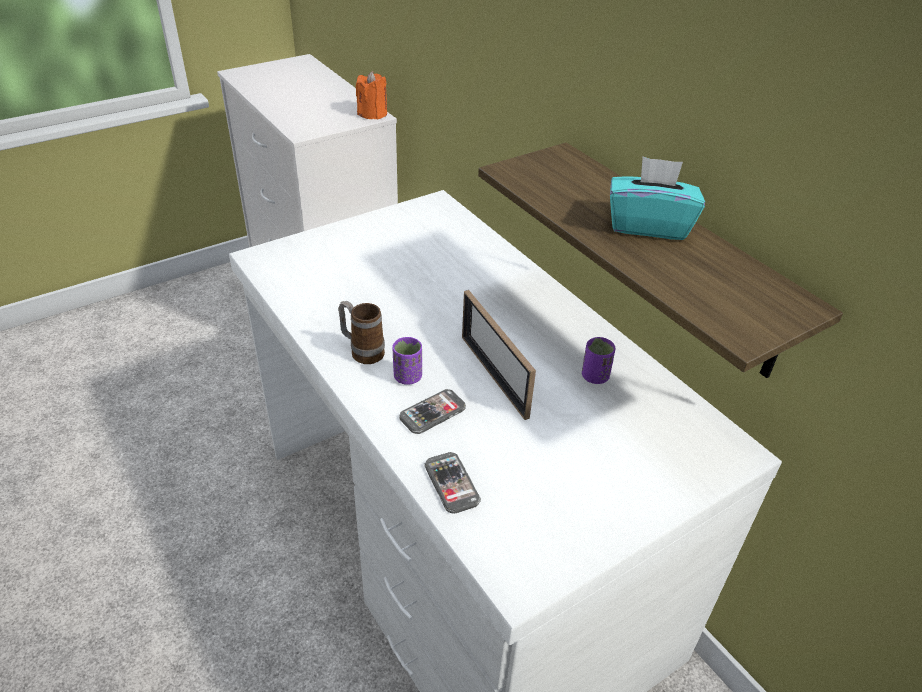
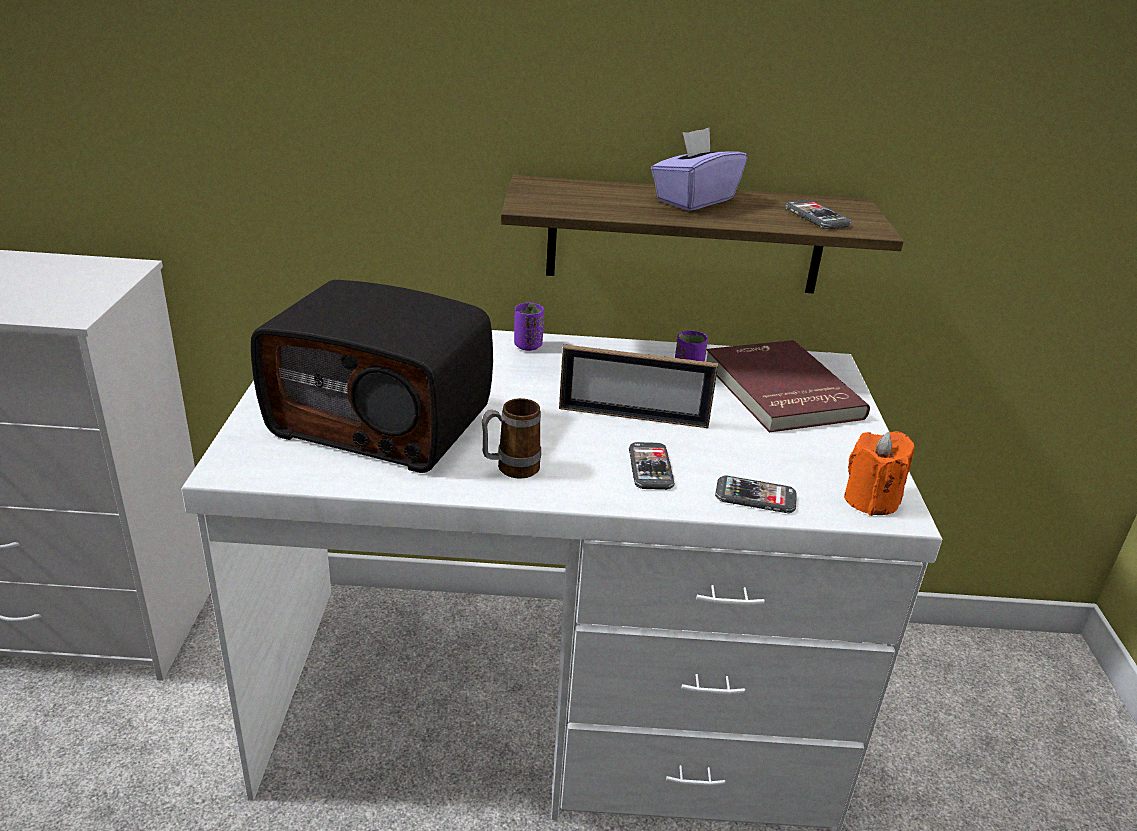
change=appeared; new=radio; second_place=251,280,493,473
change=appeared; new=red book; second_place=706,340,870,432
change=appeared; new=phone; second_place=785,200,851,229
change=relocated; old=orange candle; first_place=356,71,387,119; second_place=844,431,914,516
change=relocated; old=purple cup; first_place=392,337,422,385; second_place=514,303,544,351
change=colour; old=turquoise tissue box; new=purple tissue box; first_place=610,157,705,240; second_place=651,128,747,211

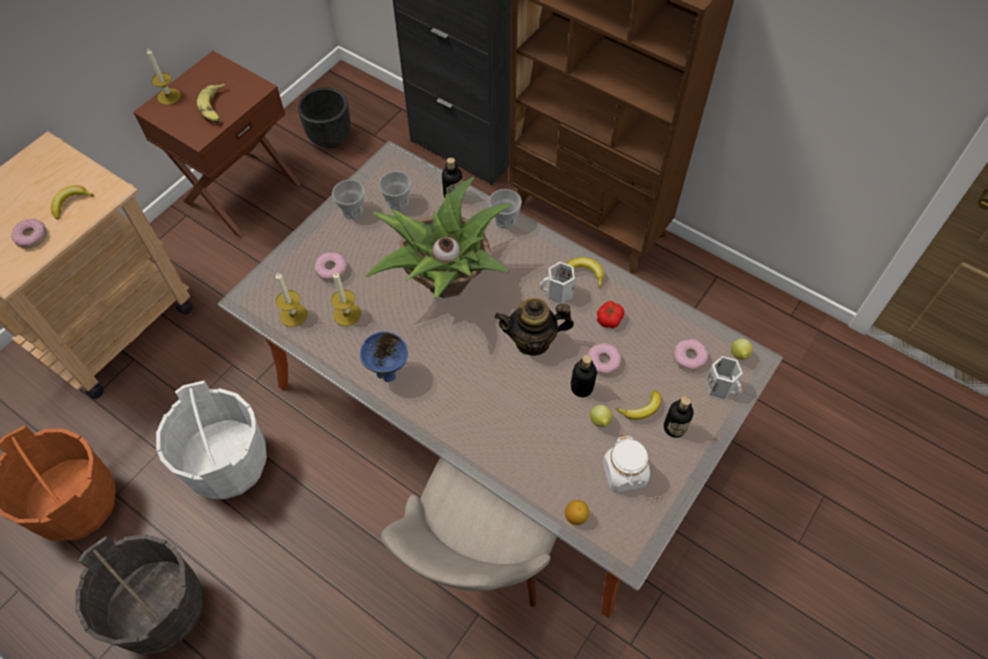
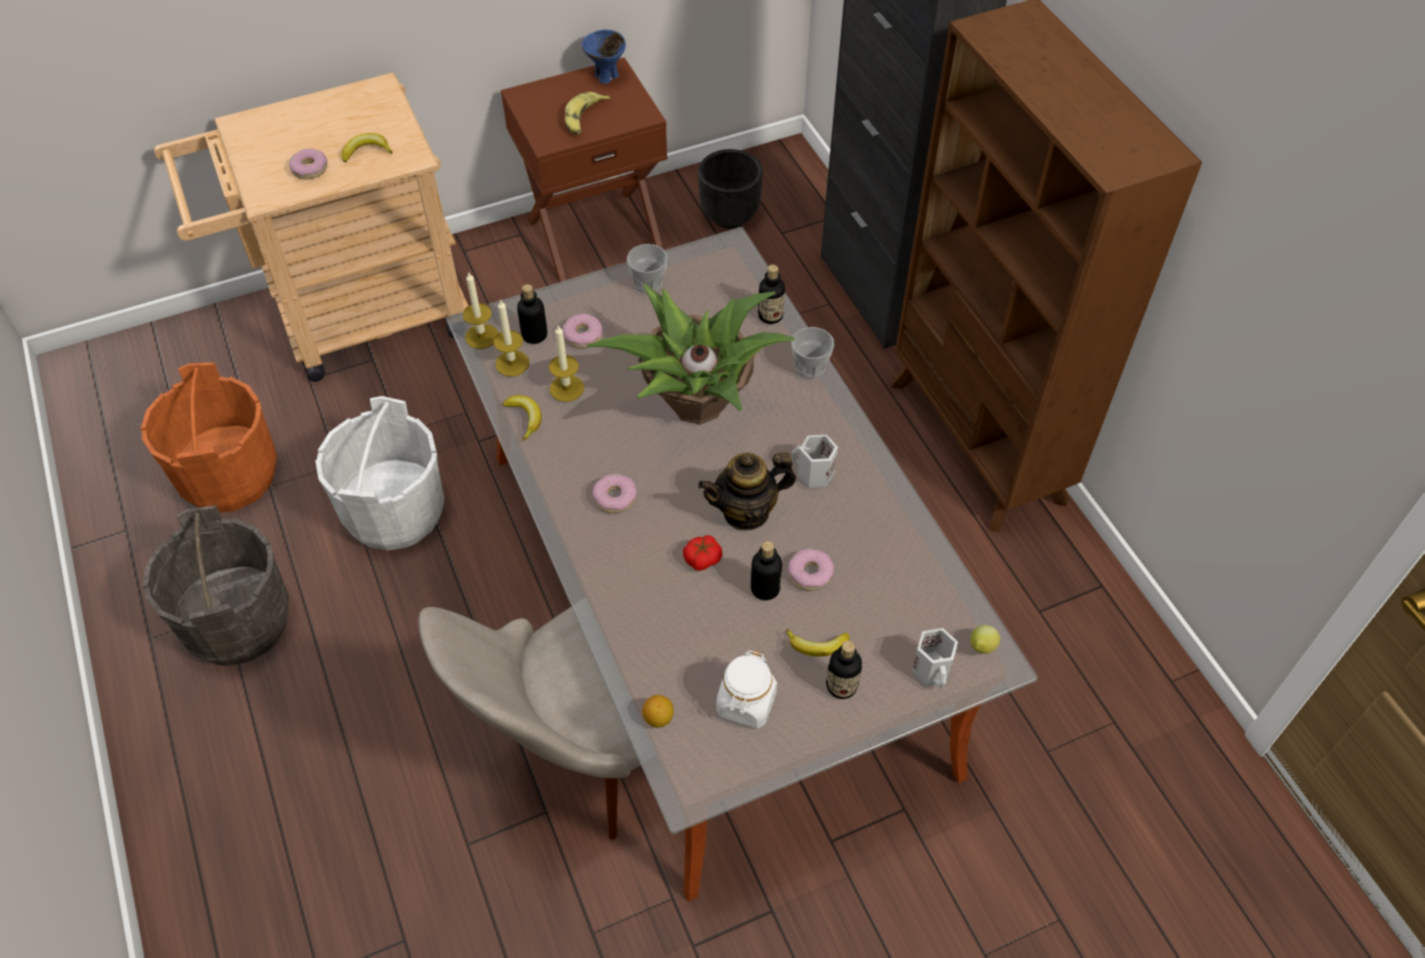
change=missing; old=cup; first_place=379,171,411,210
change=missing; old=lemon; first_place=590,404,612,427
change=appeared; new=bottle; second_place=517,284,547,344
change=relocated; old=candle; first_place=147,47,181,105; second_place=463,273,498,349
change=relocated; old=blue bowl; first_place=360,332,408,382; second_place=582,30,626,84
change=relocated; old=banana; first_place=566,257,604,288; second_place=503,395,542,441
change=relocated; old=tomato; first_place=597,301,624,328; second_place=683,535,722,571
change=relocated; old=donut; first_place=673,339,708,371; second_place=592,474,637,513
change=spun; old=teapot; first_place=495,298,574,356; second_place=698,452,796,530; degrees=-45

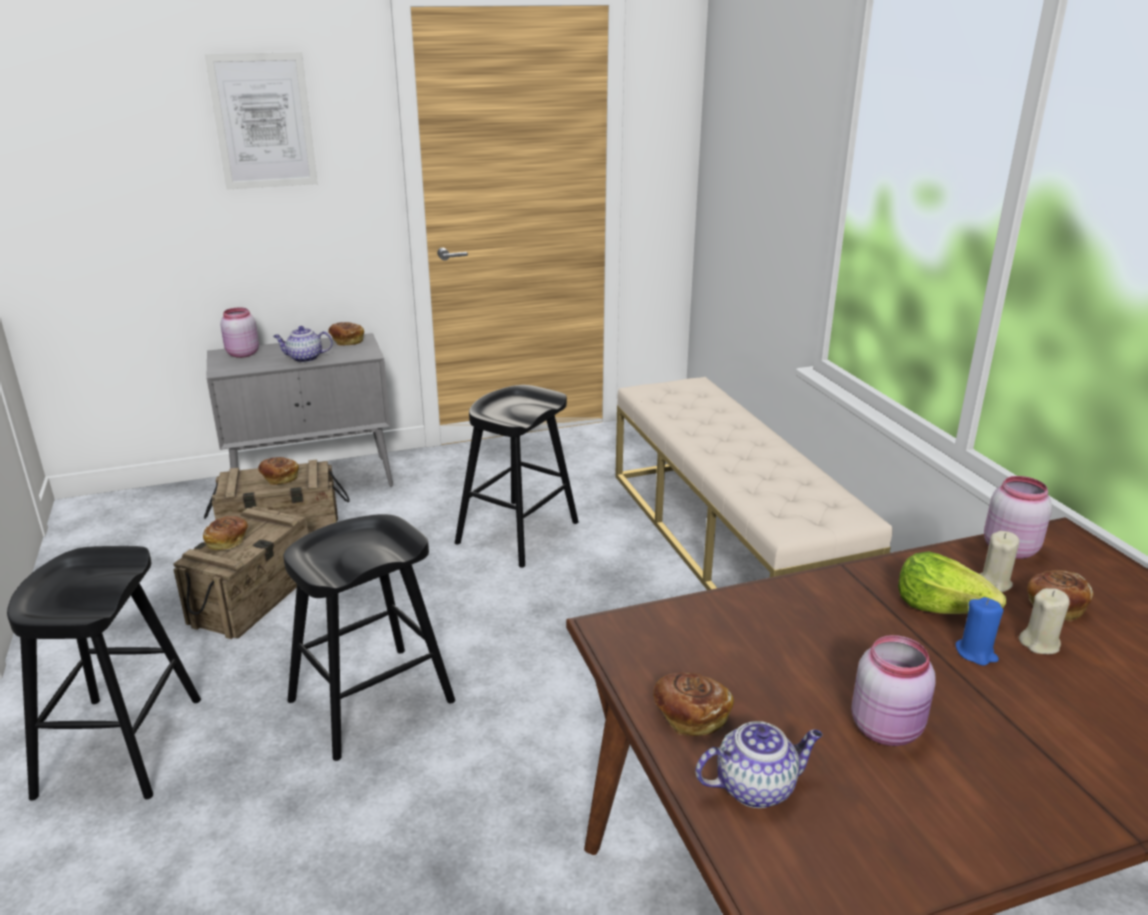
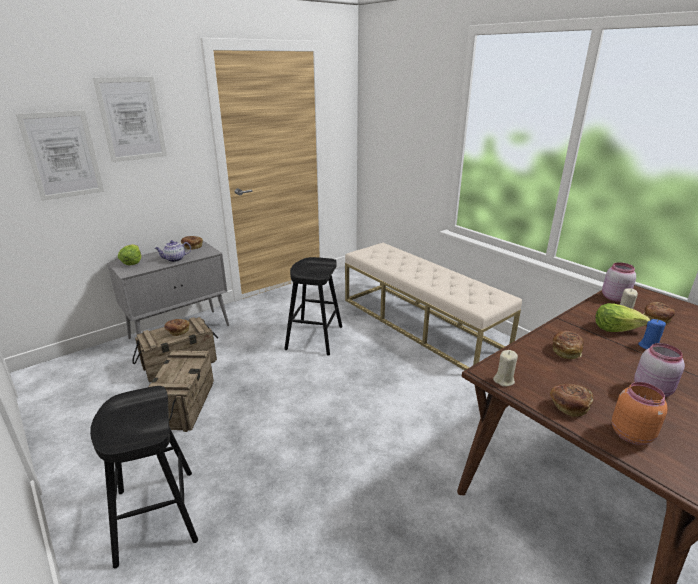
change=missing; old=black stool; first_place=283,514,455,761
change=appeared; new=picture; second_place=15,110,104,201
change=relocated; old=bread; first_place=203,516,248,550; second_place=553,331,584,359
change=relocated; old=beige candle; first_place=1019,588,1070,654; second_place=493,350,518,387
change=exchanged; old=pink jar; new=lettuce; first_place=220,307,259,358; second_place=118,244,142,265
change=exchanged; old=teapot; new=orange jar; first_place=695,721,822,808; second_place=612,382,668,445

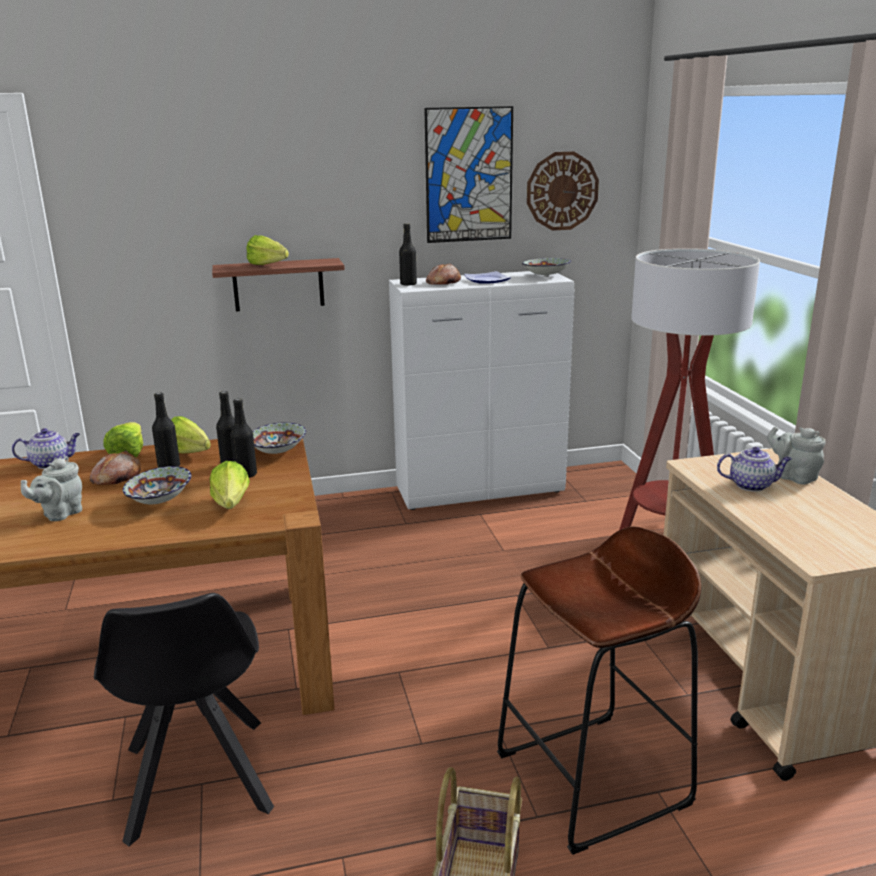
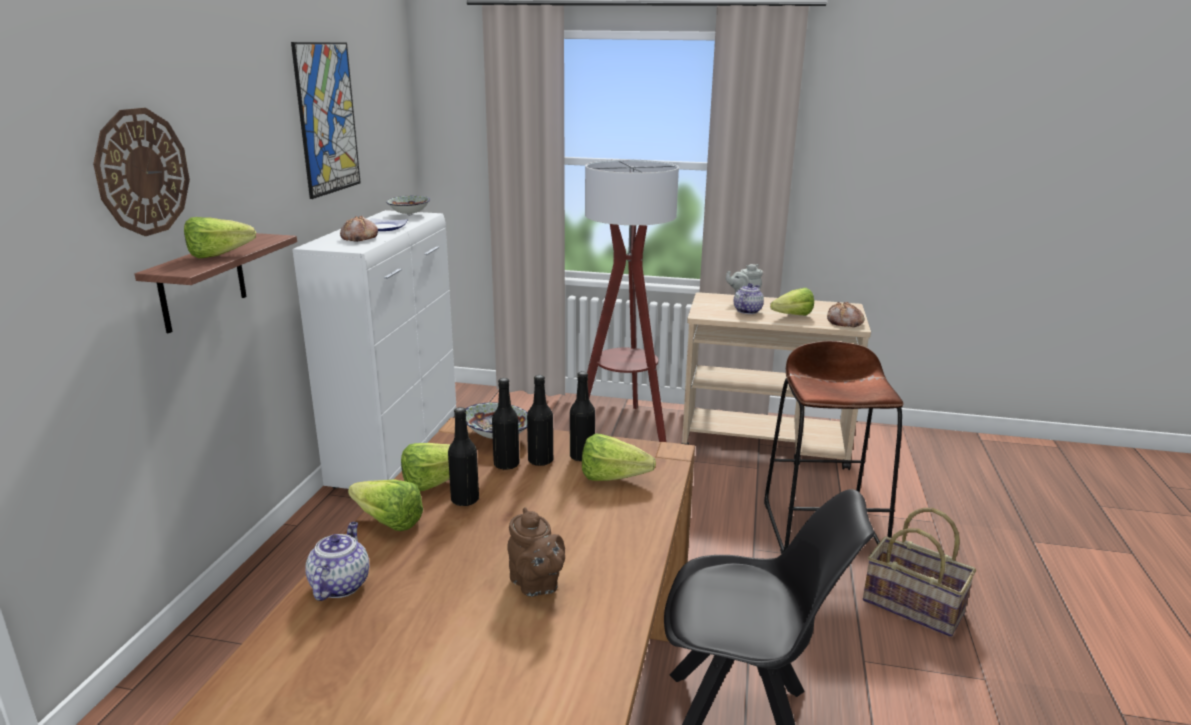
change=missing; old=bowl; first_place=123,466,191,504
change=appeared; new=lettuce; second_place=770,288,814,315
change=relocated; old=bread; first_place=90,451,141,485; second_place=827,302,865,327
change=relocated; old=black bottle; first_place=399,223,417,286; second_place=570,371,595,461
change=relocated; old=wall clock; first_place=527,151,599,231; second_place=93,108,190,236
change=colour; old=grey teapot; new=brown teapot; first_place=21,456,82,521; second_place=507,507,565,597

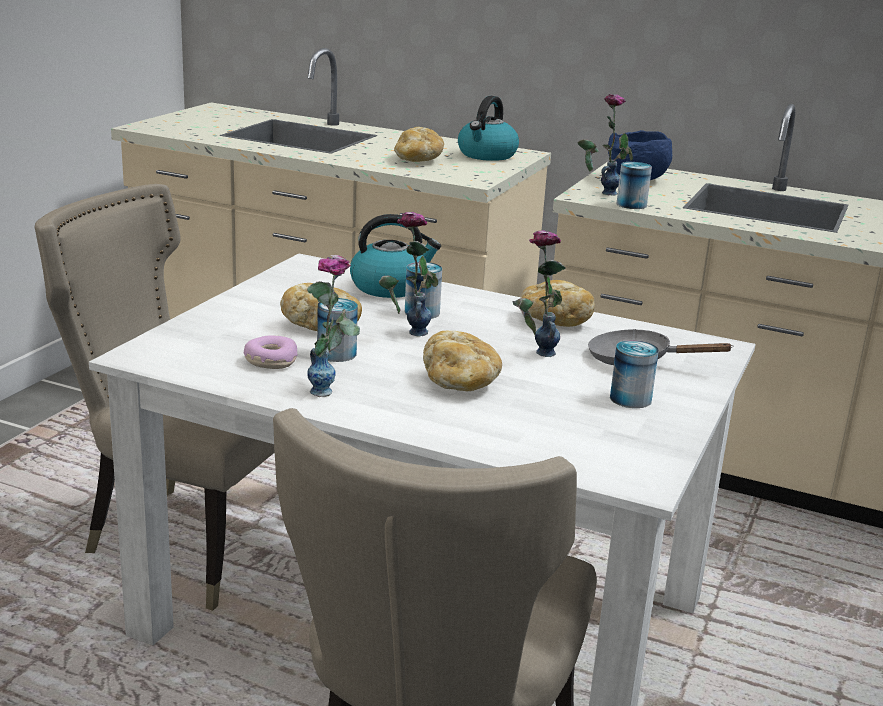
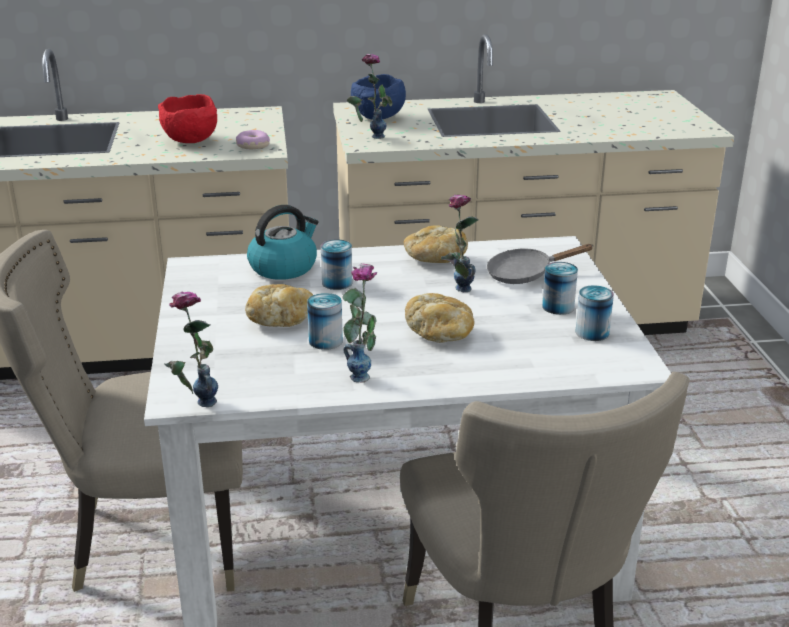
change=missing; old=kettle; first_place=458,96,519,161
change=relocated; old=donut; first_place=244,335,298,369; second_place=236,130,270,149
change=relocated; old=vase; first_place=379,212,438,337; second_place=164,291,218,407
change=relocated; old=can; first_place=616,162,652,209; second_place=576,285,614,341
change=exchanged; old=bread; new=red bowl; first_place=394,127,444,162; second_place=158,94,217,143

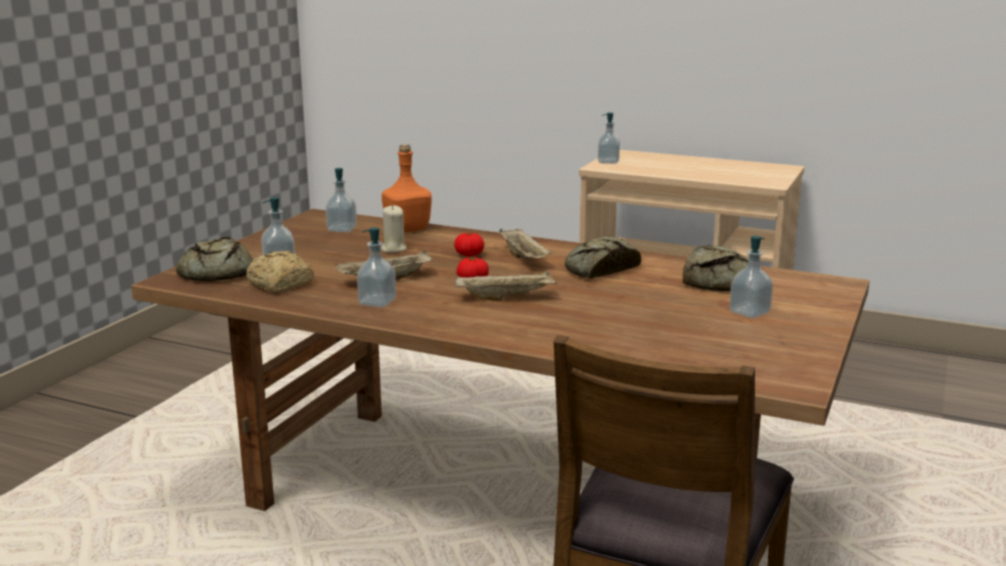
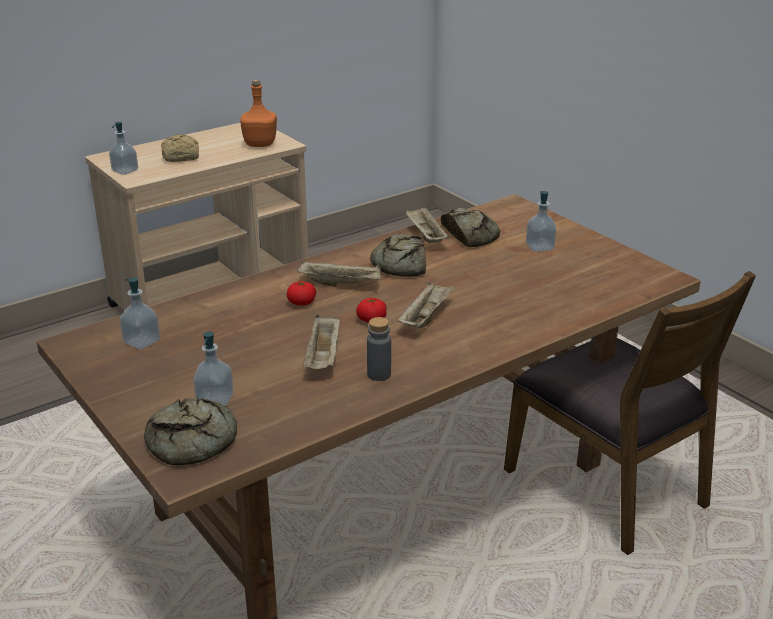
change=missing; old=beige candle; first_place=381,205,407,253
change=appeared; new=beige tray; second_place=405,207,449,243
change=relocated; old=bread; first_place=246,251,314,293; second_place=161,134,199,162
change=relocated; old=orange bottle; first_place=382,144,432,232; second_place=240,80,277,147
change=exchanged; old=soap dispenser; new=grey bottle; first_place=357,227,396,307; second_place=367,317,391,381

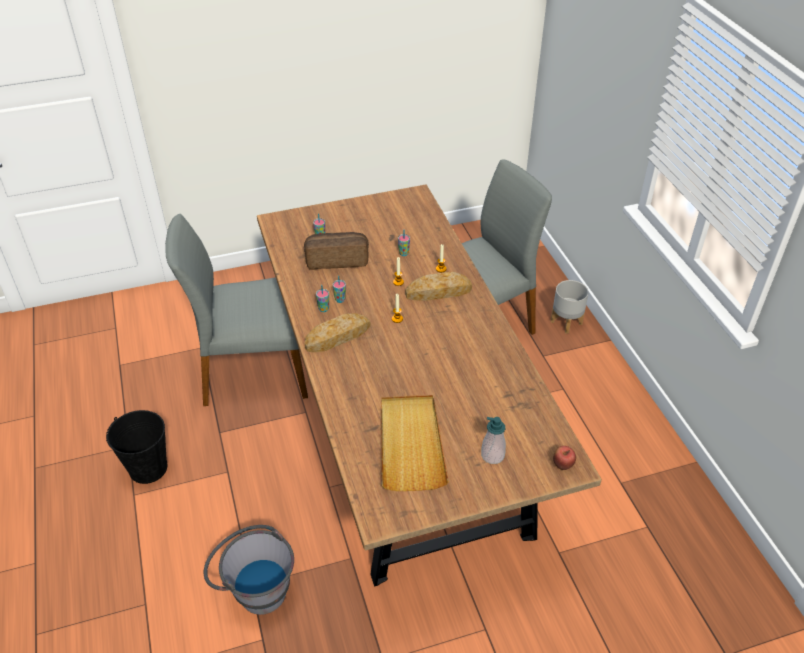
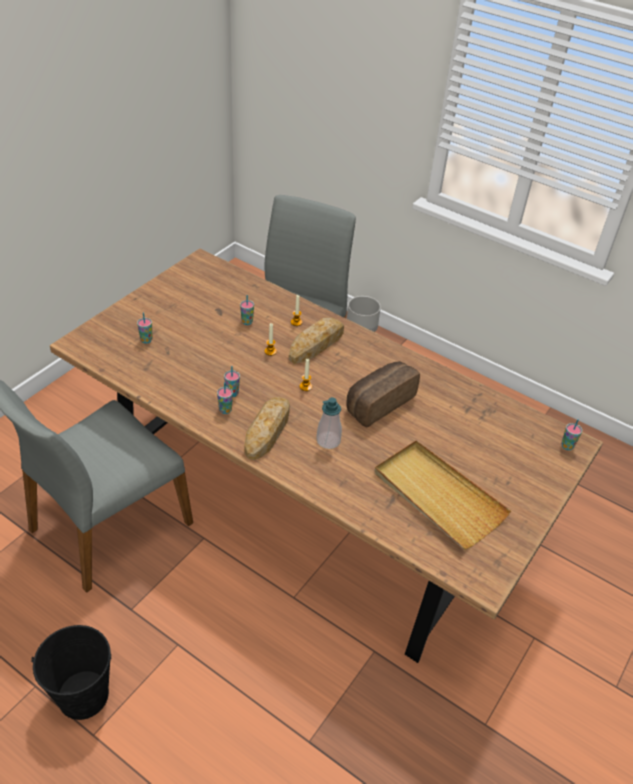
change=missing; old=grey bucket; first_place=204,525,294,615
change=relocated; old=bread; first_place=304,232,369,270; second_place=347,361,420,427
change=relocated; old=soap dispenser; first_place=481,417,506,464; second_place=316,397,342,449
change=exchanged; old=apple; new=cup; first_place=553,446,576,470; second_place=561,419,582,450

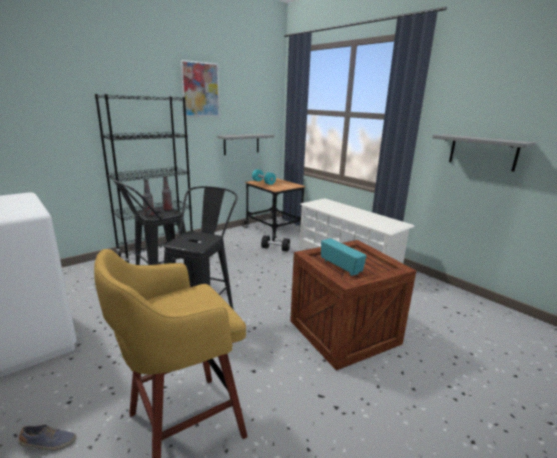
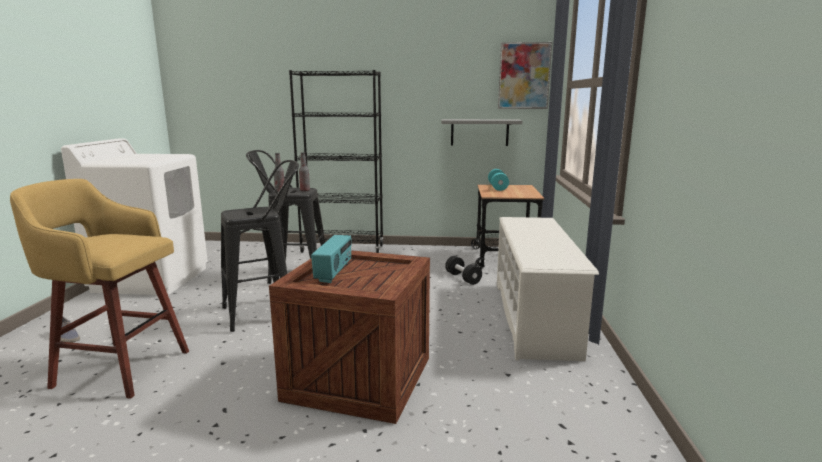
change=missing; old=grey shelf; first_place=432,134,536,172
change=relocated; old=picture; first_place=180,60,220,117; second_place=498,42,552,109

